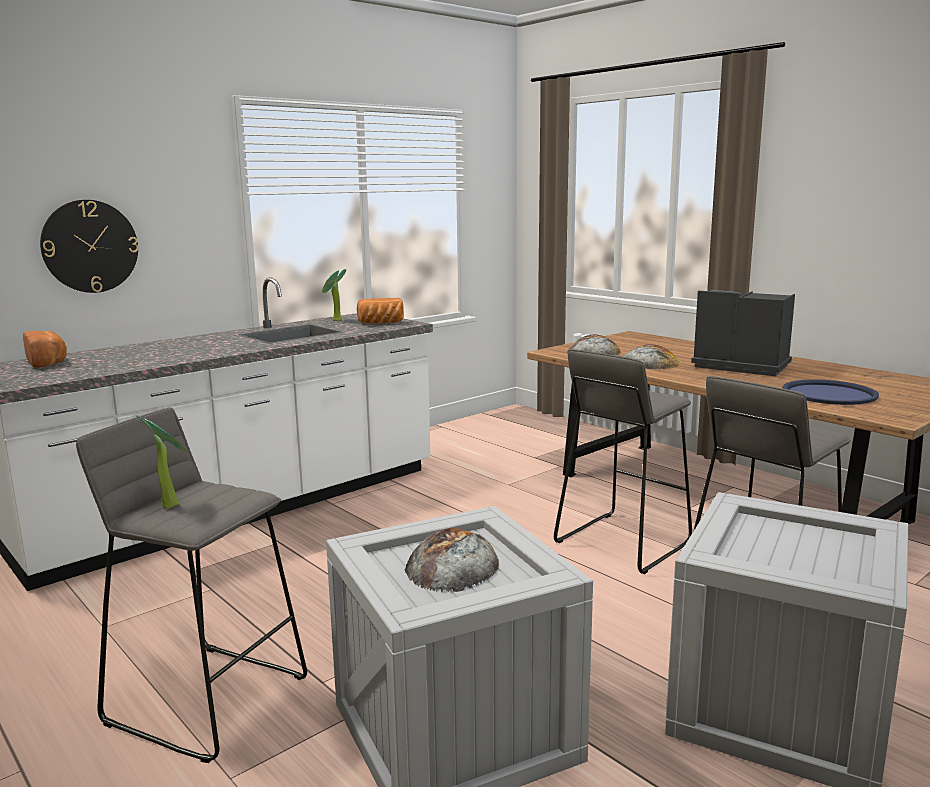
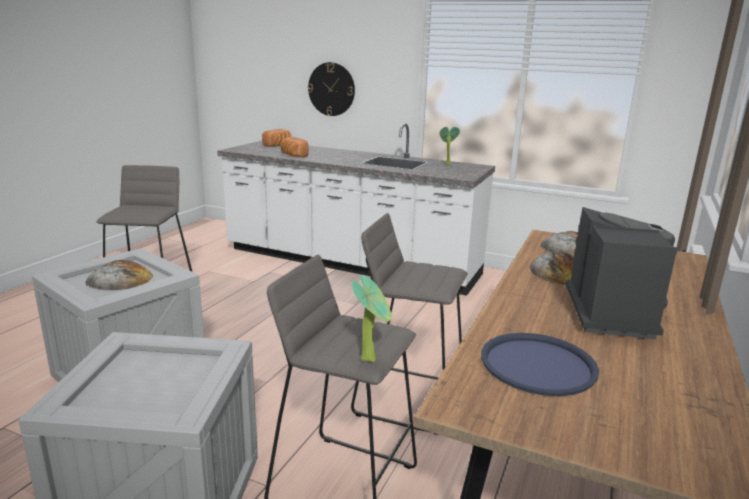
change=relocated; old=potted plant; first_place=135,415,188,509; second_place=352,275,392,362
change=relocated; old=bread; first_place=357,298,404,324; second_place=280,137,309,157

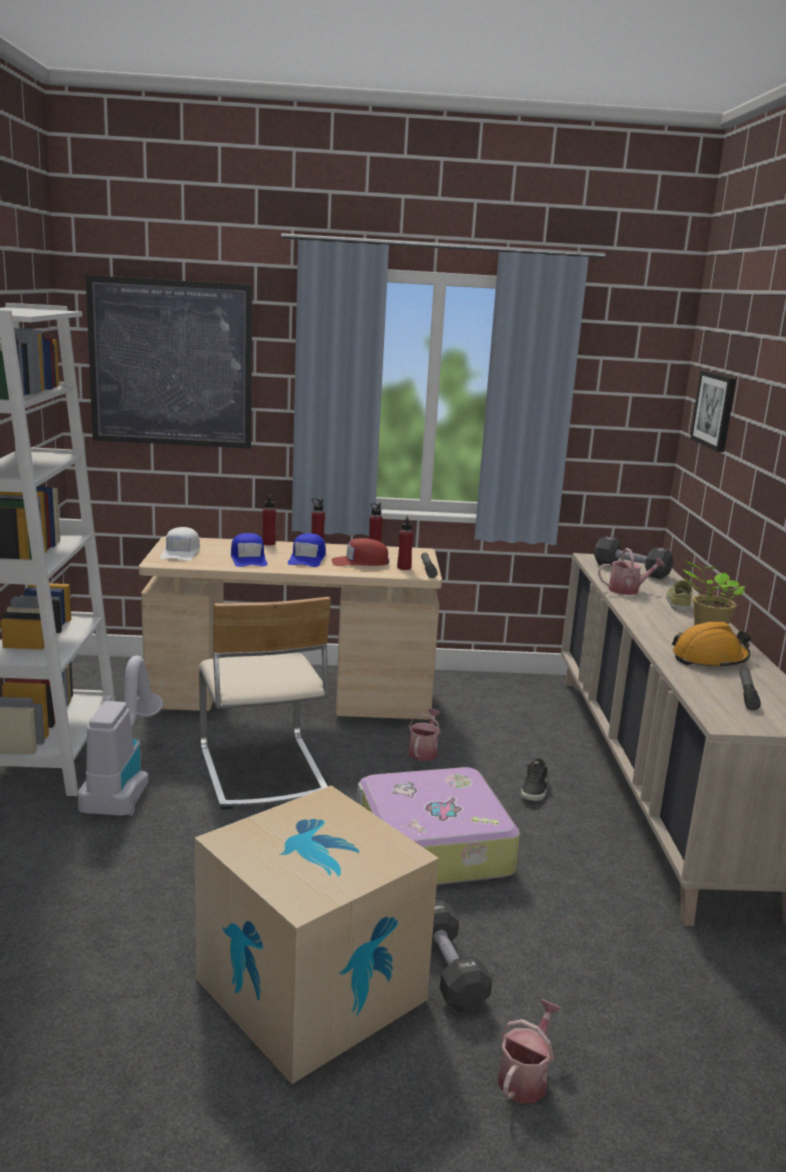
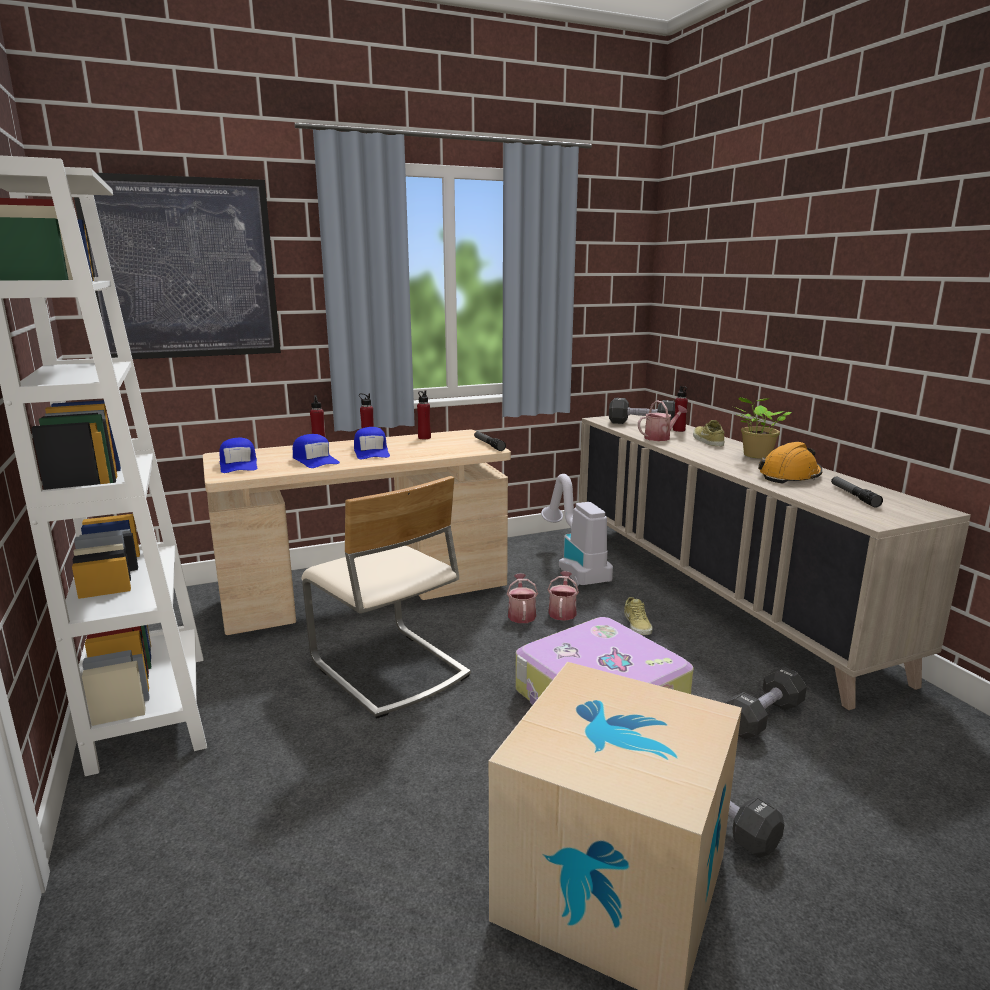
change=missing; old=red cap; first_place=332,538,389,566
change=missing; old=picture; first_place=690,371,736,452
change=appeared; new=black dumbbell; second_place=724,667,807,739
change=relocated; old=vacuum cleaner; first_place=78,656,163,816; second_place=541,474,613,587
change=relocated; old=red bottle; first_place=397,517,413,570; second_place=673,386,688,432
change=relocated; old=watering can; first_place=498,999,561,1103; second_place=548,571,579,621
change=colour; old=white cap; new=blue cap; first_place=160,527,200,561; second_place=219,438,257,473
change=colour; old=black shoe; new=beige shoe; first_place=521,758,547,801; second_place=624,597,653,635

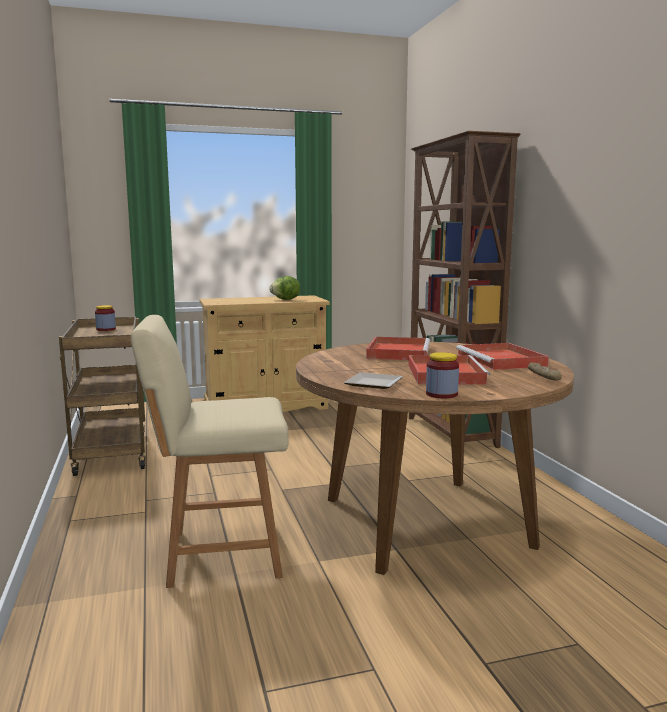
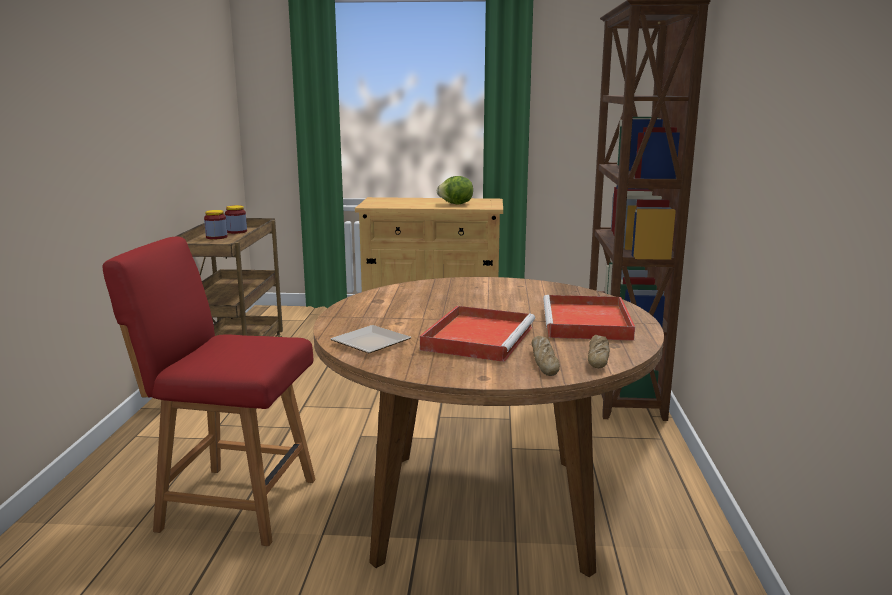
change=missing; old=red tray; first_place=366,337,430,360
change=appeared; new=bread; second_place=531,336,560,376
change=relocated; old=jar; first_place=426,352,459,398; second_place=204,210,228,240
change=colour; old=beige chair; new=red chair; first_place=131,315,289,588; second_place=102,237,315,546

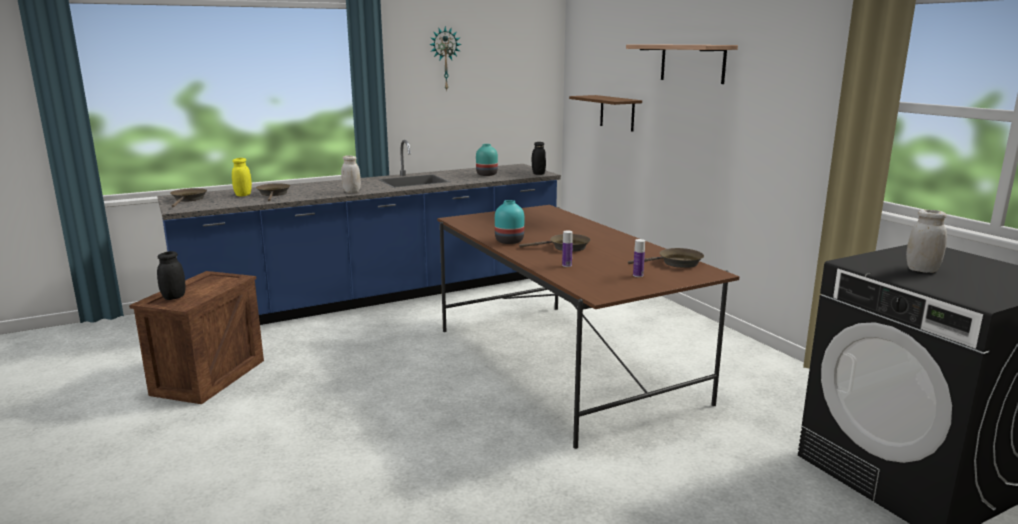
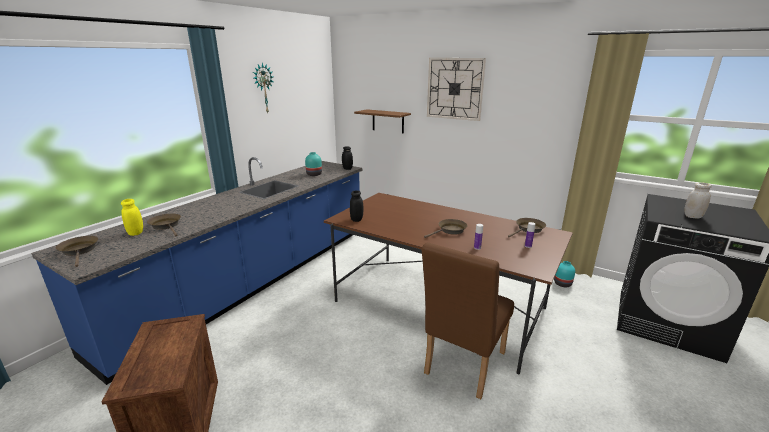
change=missing; old=white jar; first_place=341,155,361,193
change=appeared; new=brown chair; second_place=421,242,514,399
change=relocated; old=black jar; first_place=157,251,186,300; second_place=350,190,363,222
change=relocated; old=turquoise vase; first_place=495,200,524,244; second_place=554,261,575,287
change=exchanged; old=shelf; new=wall clock; first_place=626,45,738,84; second_place=427,58,486,121

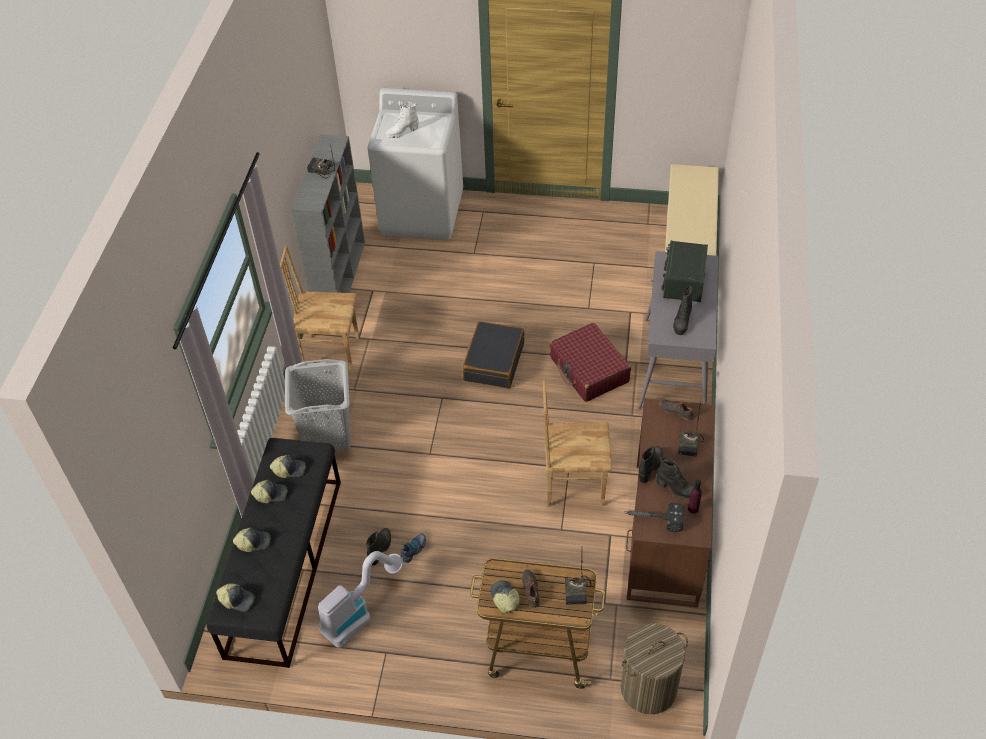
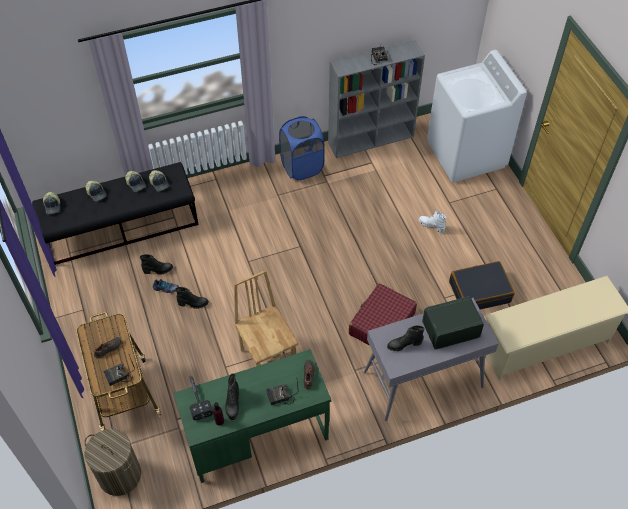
change=missing; old=grey laundry basket; first_place=285,359,351,451
change=missing; old=vacuum cleaner; first_place=318,551,403,648
change=missing; old=cap; first_place=490,580,520,613
change=relocated; old=white boot; first_place=386,103,418,138; second_place=419,211,446,233
change=relocated; old=black suitcase; first_place=462,321,524,388; second_place=449,261,515,310
change=relocated; old=black boot; first_place=639,446,663,483; second_place=175,287,209,309
change=exchanged; old=brown chair; new=blue laundry basket; first_place=280,246,359,370; second_place=279,116,325,181
change=colour; old=brown desk; new=green desk; first_place=626,398,715,608; second_place=174,349,331,483

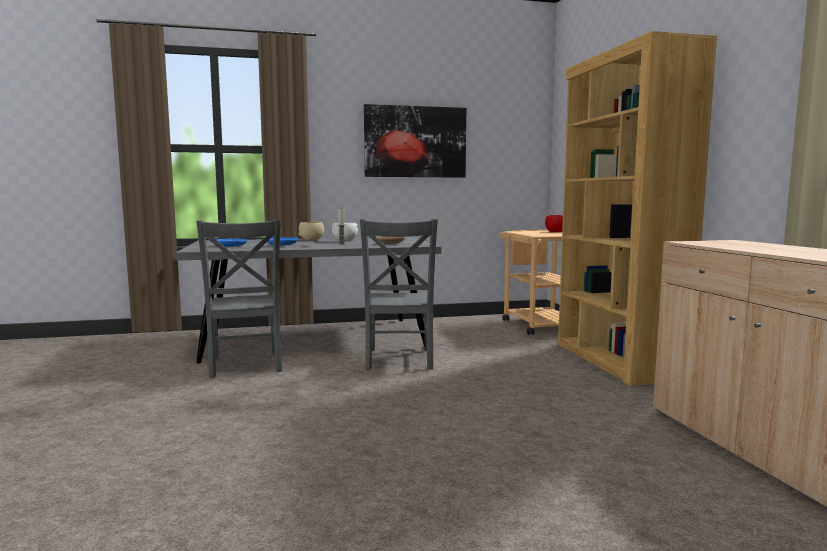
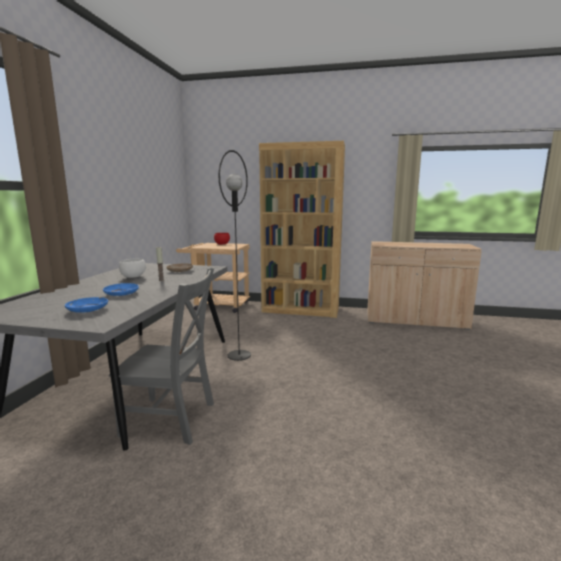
change=missing; old=beige bowl; first_place=298,221,324,241
change=missing; old=picture; first_place=364,104,466,178
change=exchanged; old=grey chair; new=black floor lamp; first_place=360,219,438,370; second_place=219,150,251,361

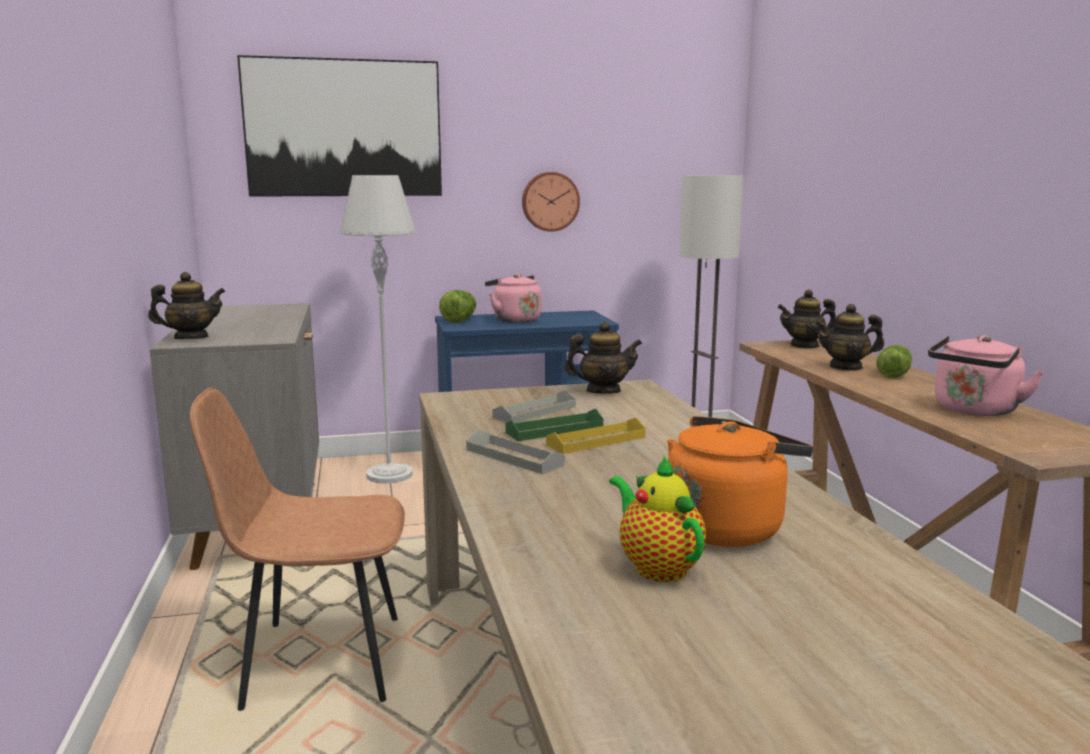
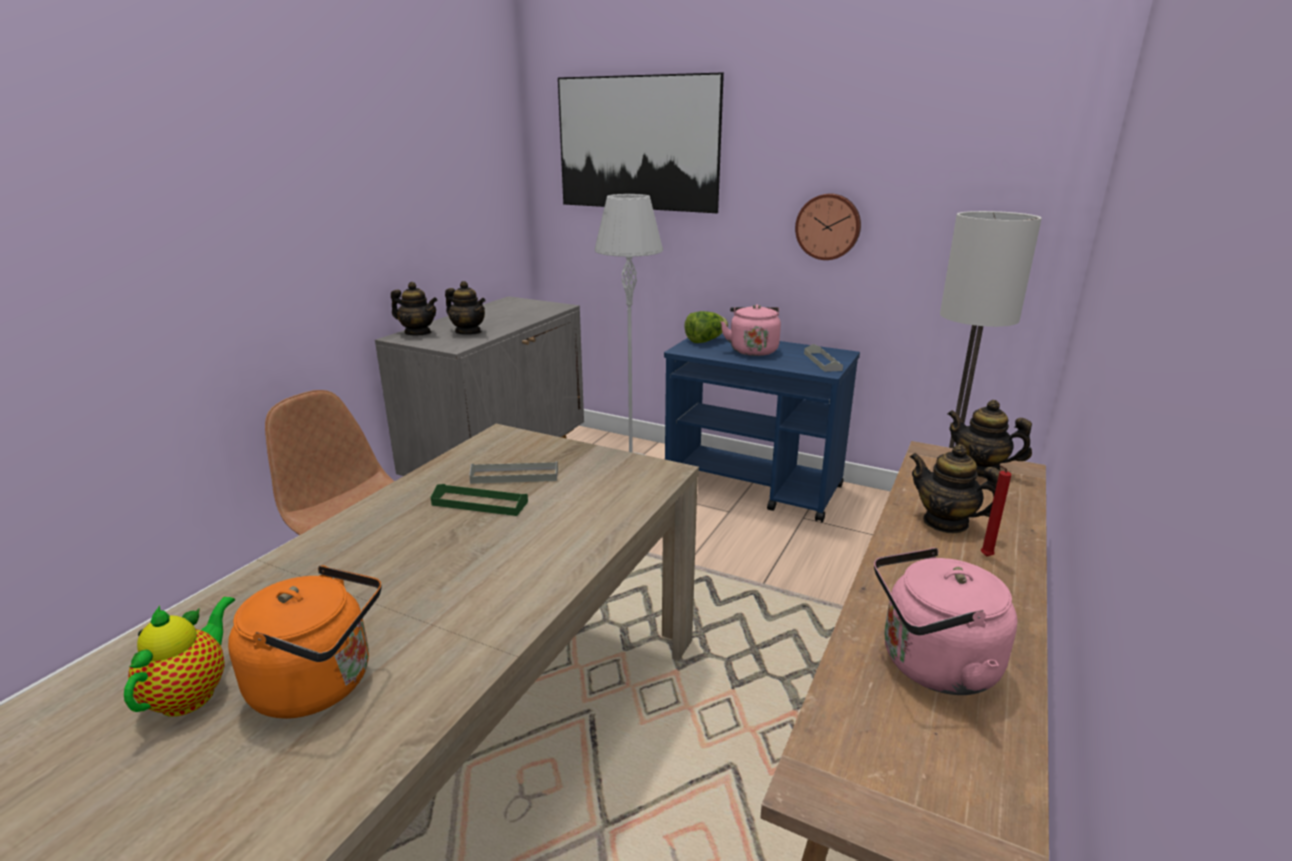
change=missing; old=yellow tray; first_place=546,417,646,454
change=relocated; old=grey tray; first_place=466,430,565,474; second_place=804,344,843,372
change=relocated; old=teapot; first_place=564,321,642,394; second_place=445,281,486,335
change=exchanged; old=lettuce; new=red candle; first_place=876,345,912,378; second_place=981,465,1011,557

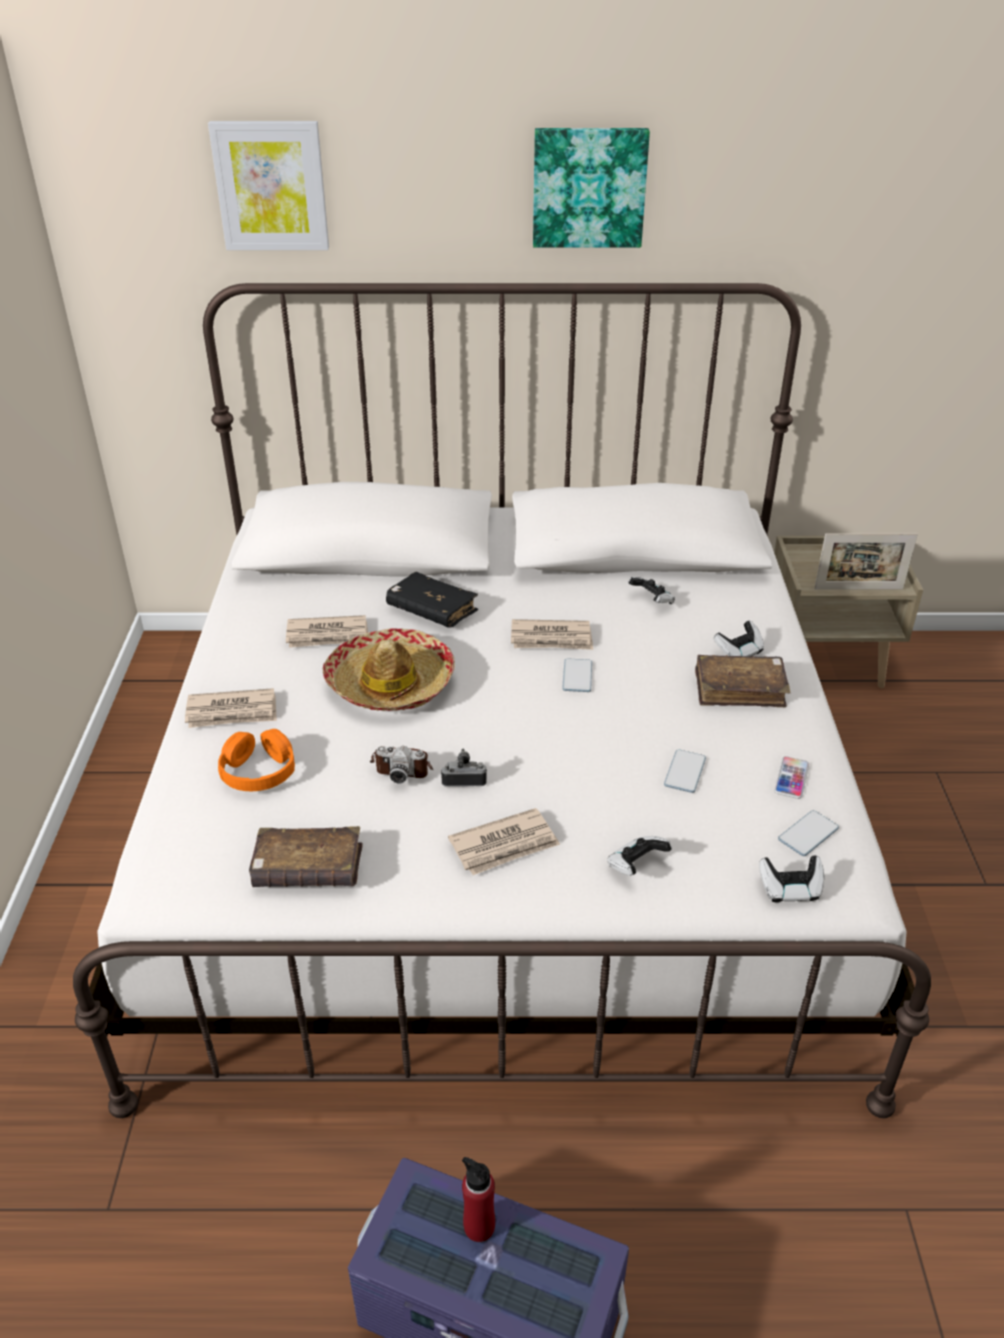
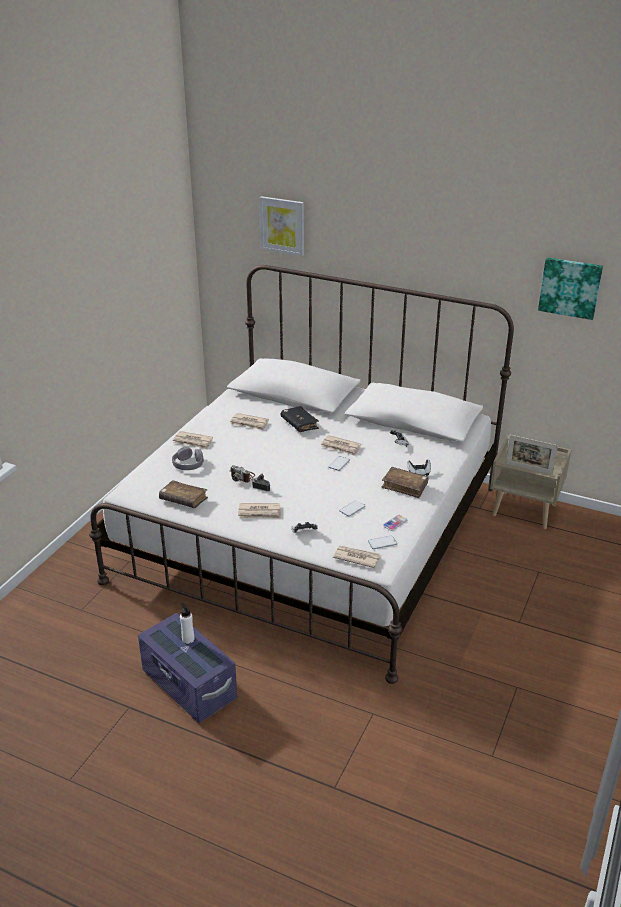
change=missing; old=hat; first_place=323,628,455,711
change=relocated; old=picture; first_place=533,128,650,248; second_place=538,257,603,320
change=exchanged; old=game controller; new=newspaper; first_place=759,856,824,902; second_place=333,546,381,568
change=colour; old=orange headphones; new=grey headphones; first_place=218,729,295,791; second_place=172,447,204,470
change=colour; old=red bottle; new=white bottle; first_place=462,1157,495,1242; second_place=180,602,194,644

